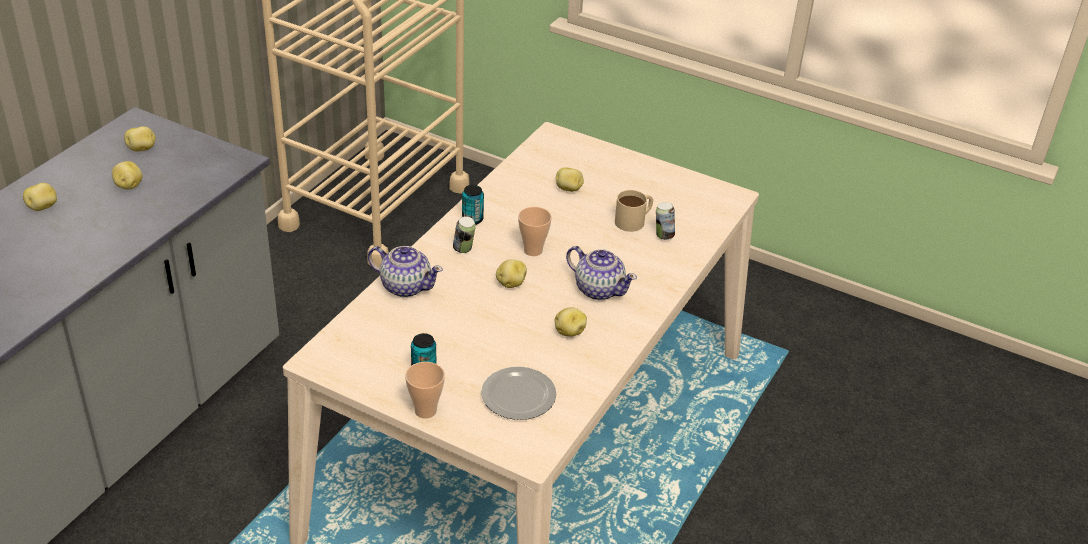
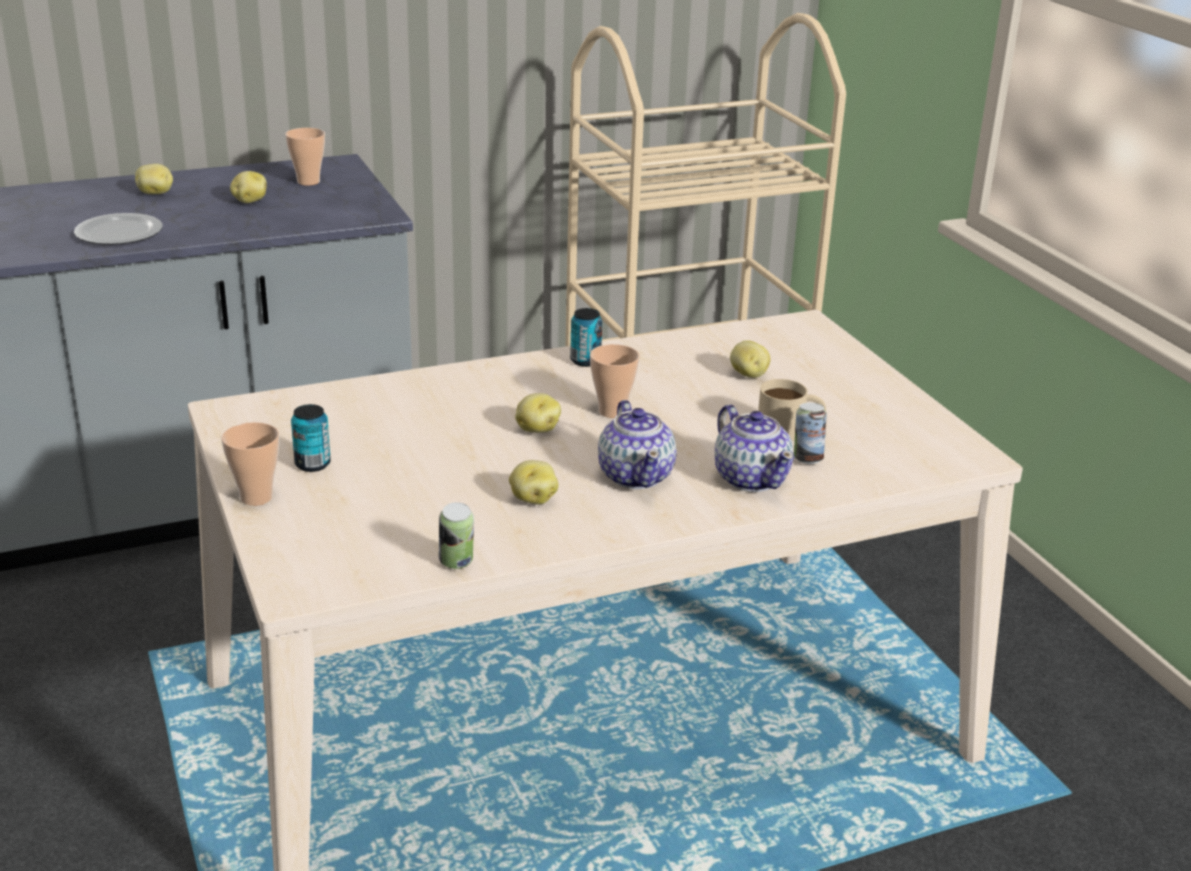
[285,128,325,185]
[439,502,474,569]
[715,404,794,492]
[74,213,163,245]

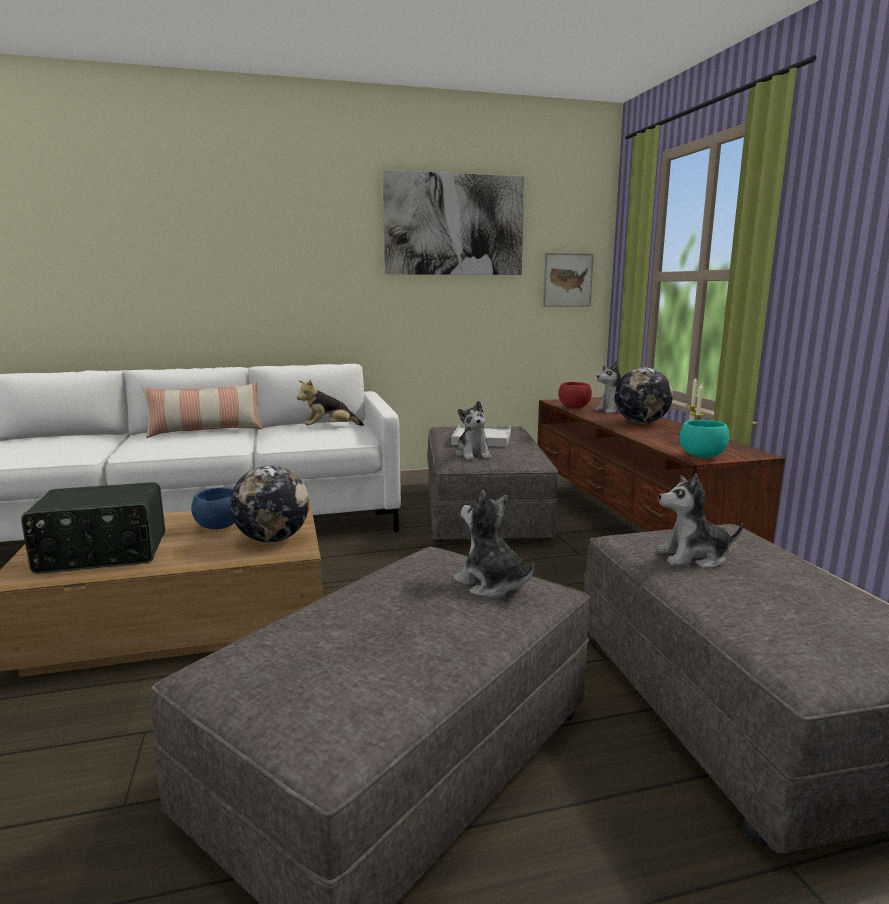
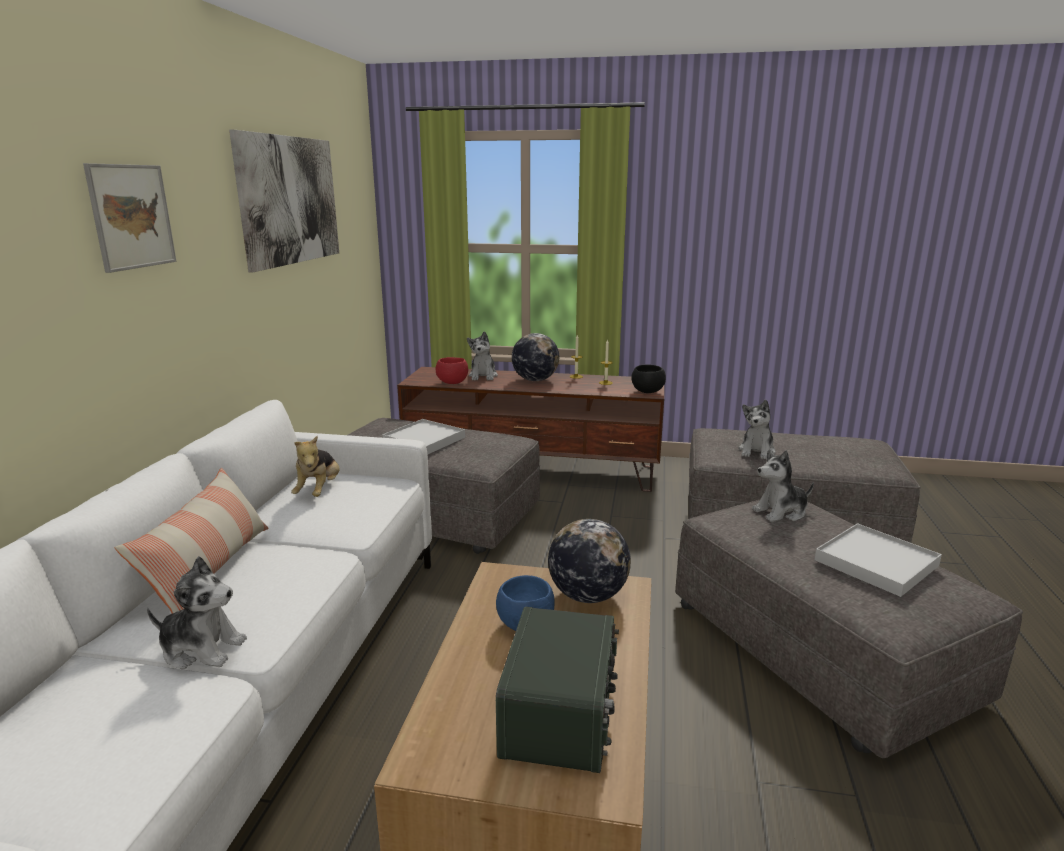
[83,163,176,273]
[147,556,247,670]
[631,364,666,393]
[815,523,942,597]

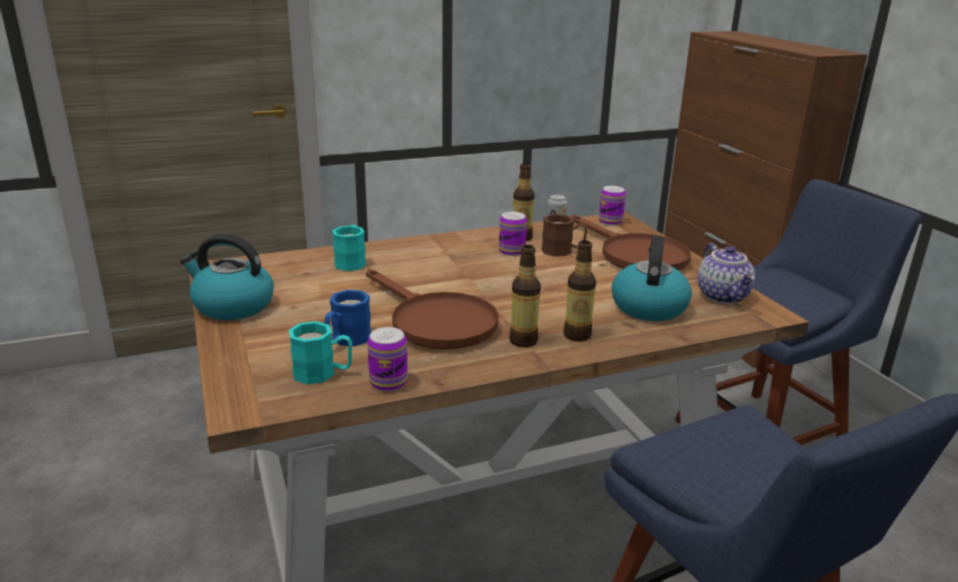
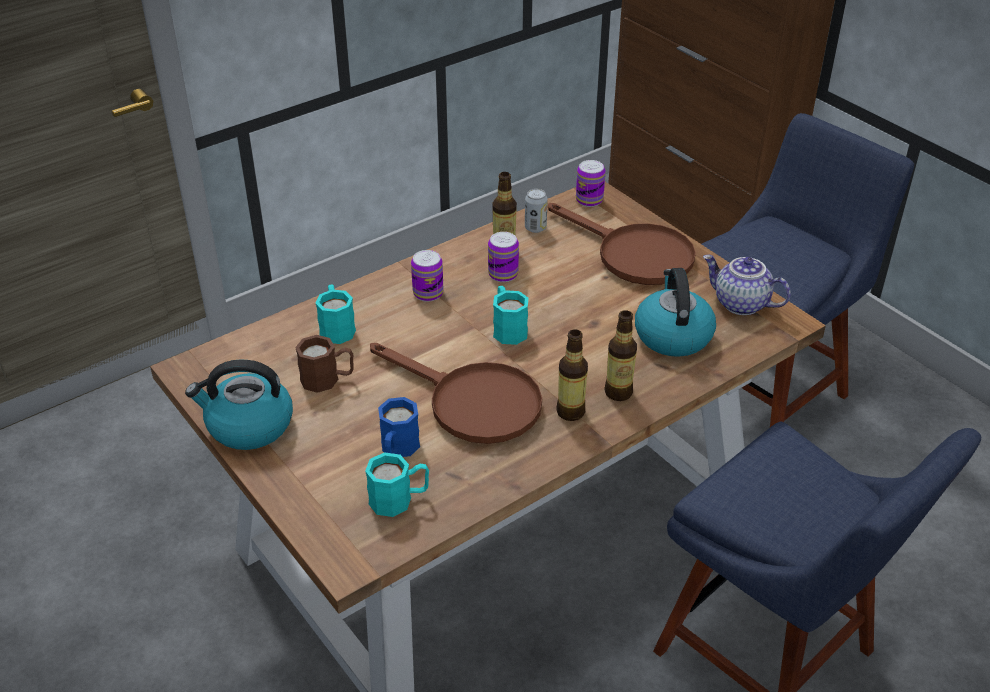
[295,335,354,393]
[703,255,791,315]
[411,250,443,302]
[493,286,529,345]

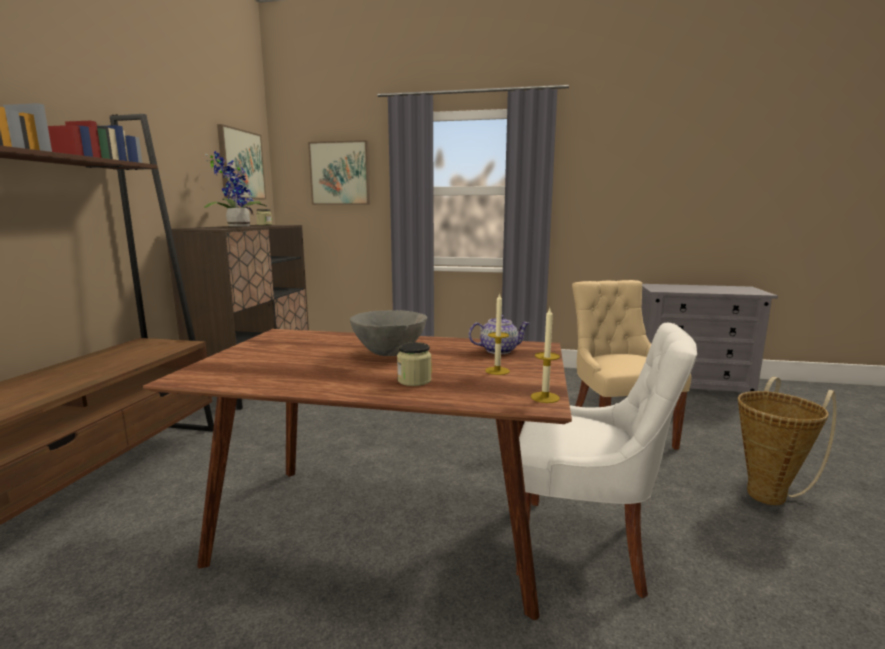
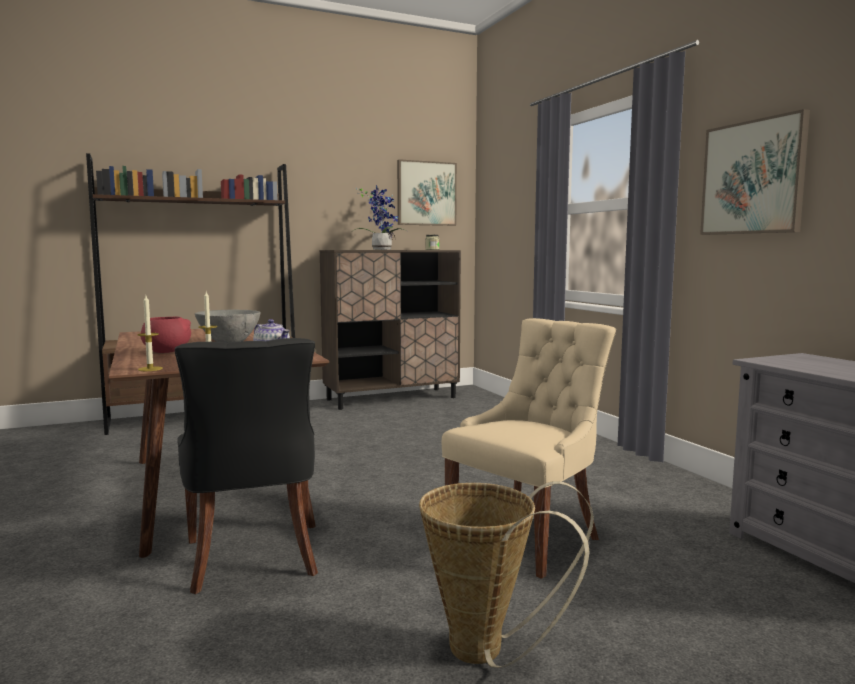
[700,109,810,235]
[175,338,318,594]
[141,317,191,353]

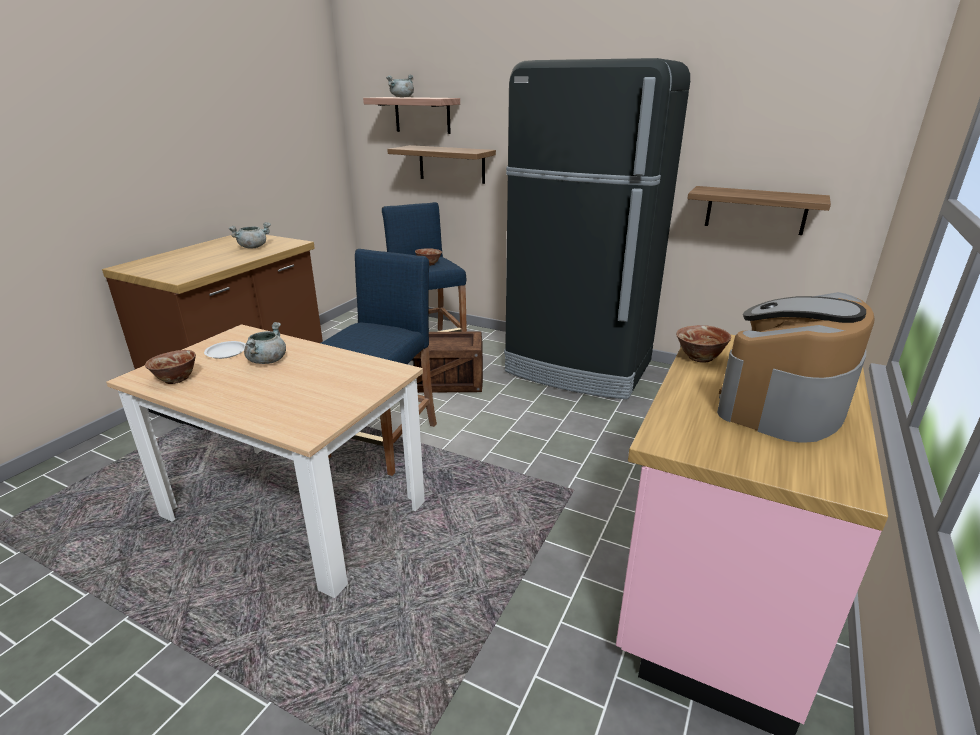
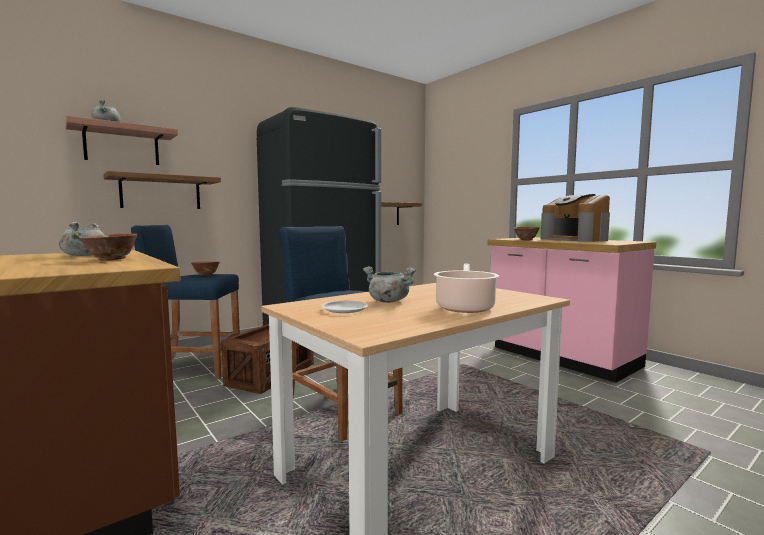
[79,233,137,261]
[434,264,499,313]

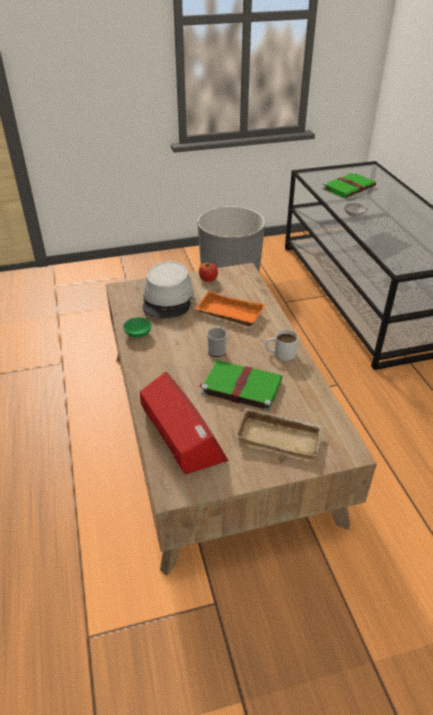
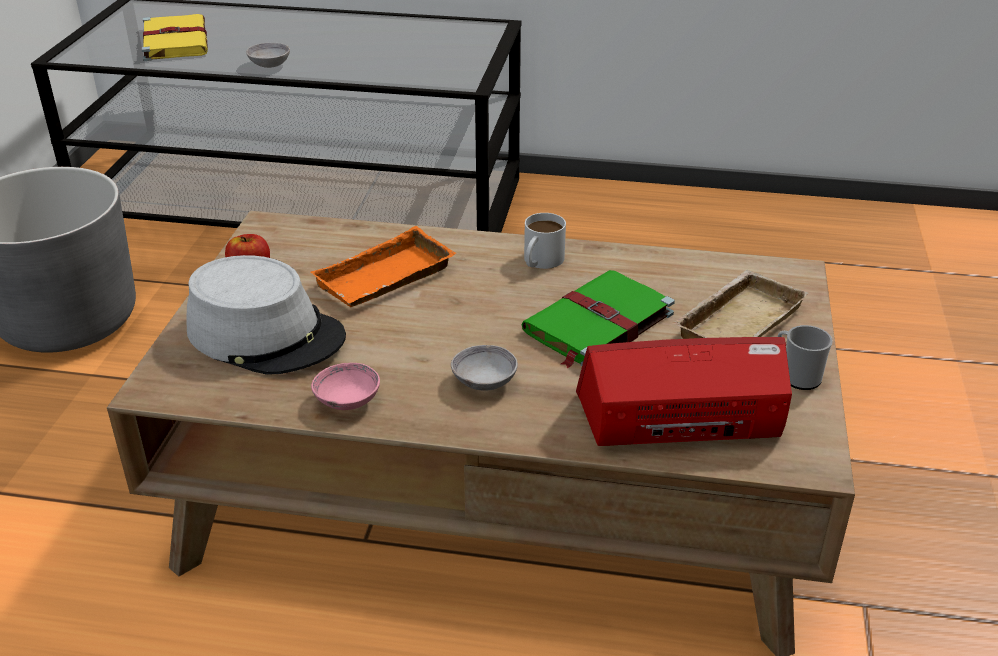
[141,14,208,61]
[311,363,380,410]
[778,325,832,390]
[451,345,518,391]

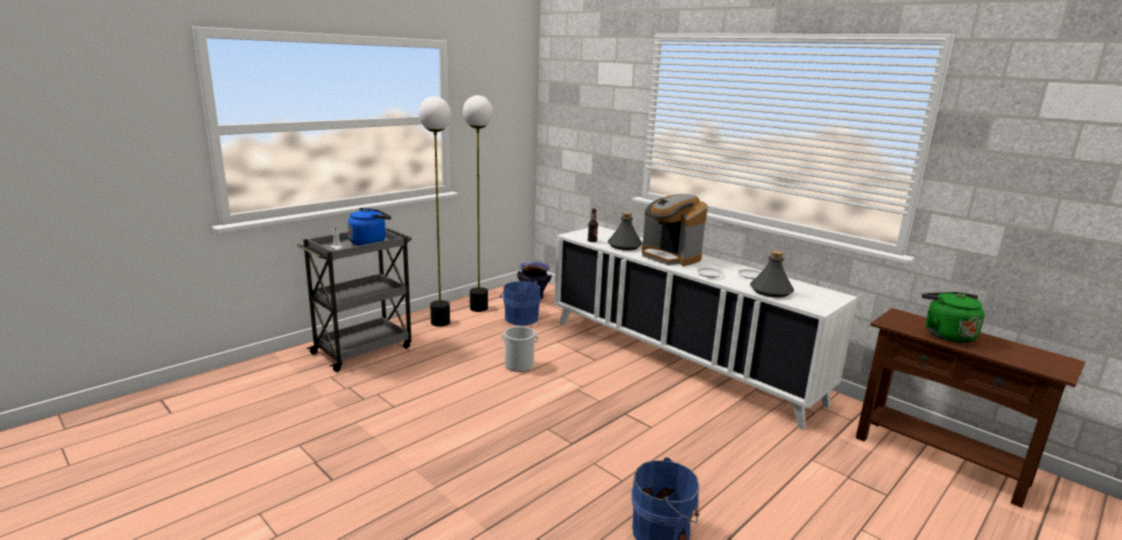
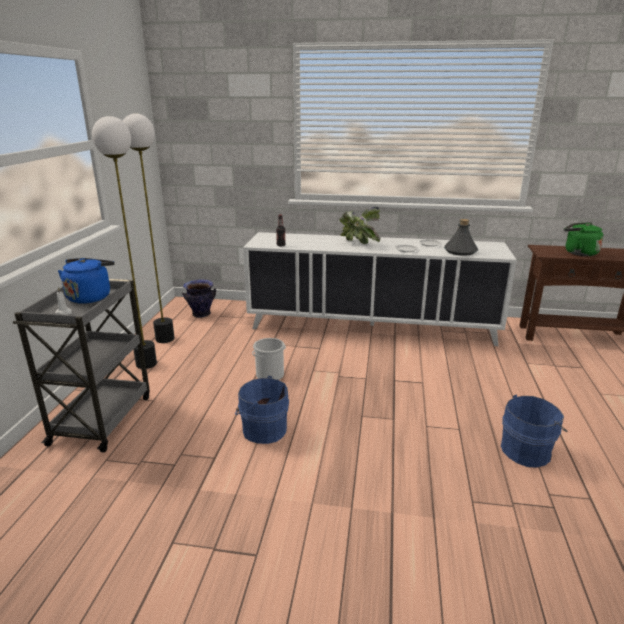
[339,207,380,244]
[608,212,642,250] (first image)
[235,376,289,444]

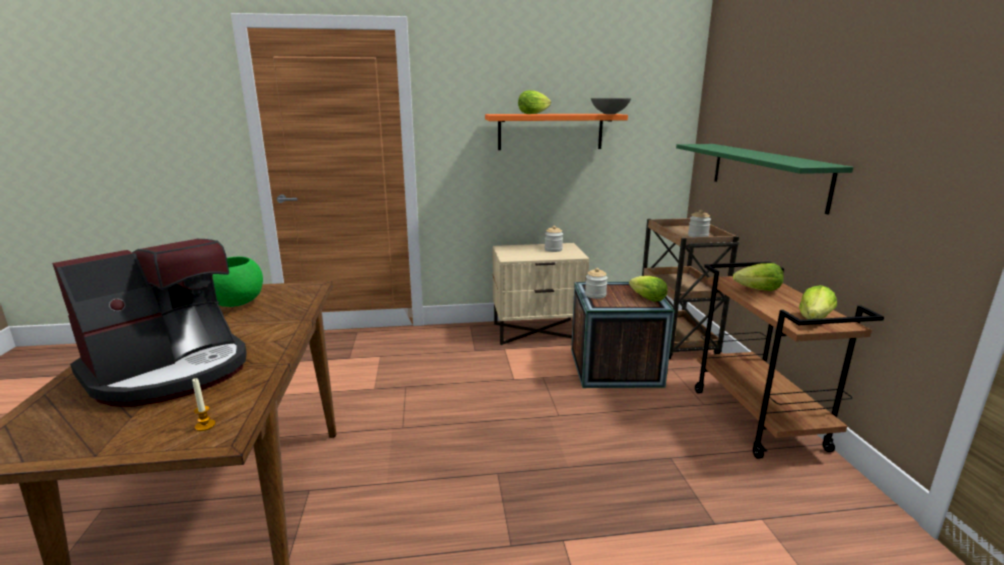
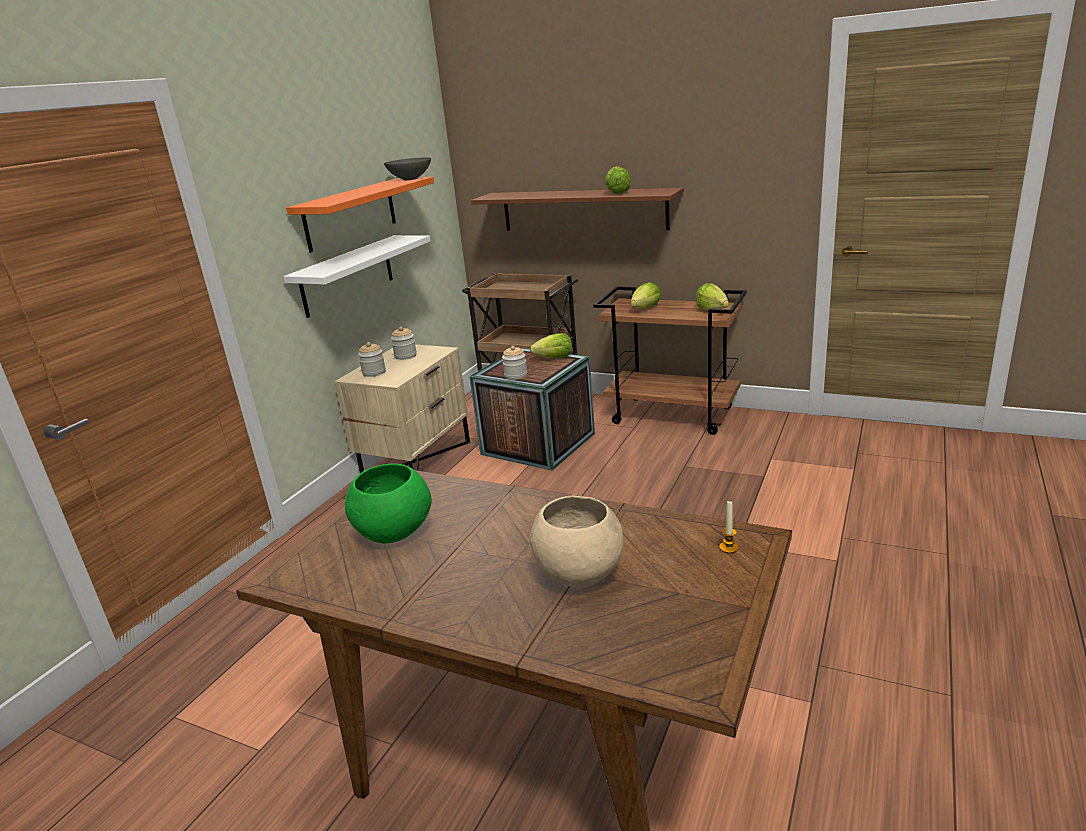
[605,166,631,194]
[471,188,684,231]
[358,342,386,377]
[530,495,624,587]
[283,235,431,318]

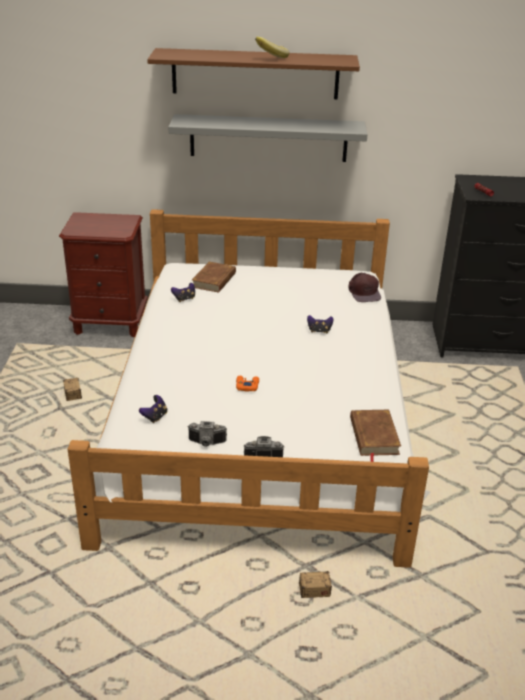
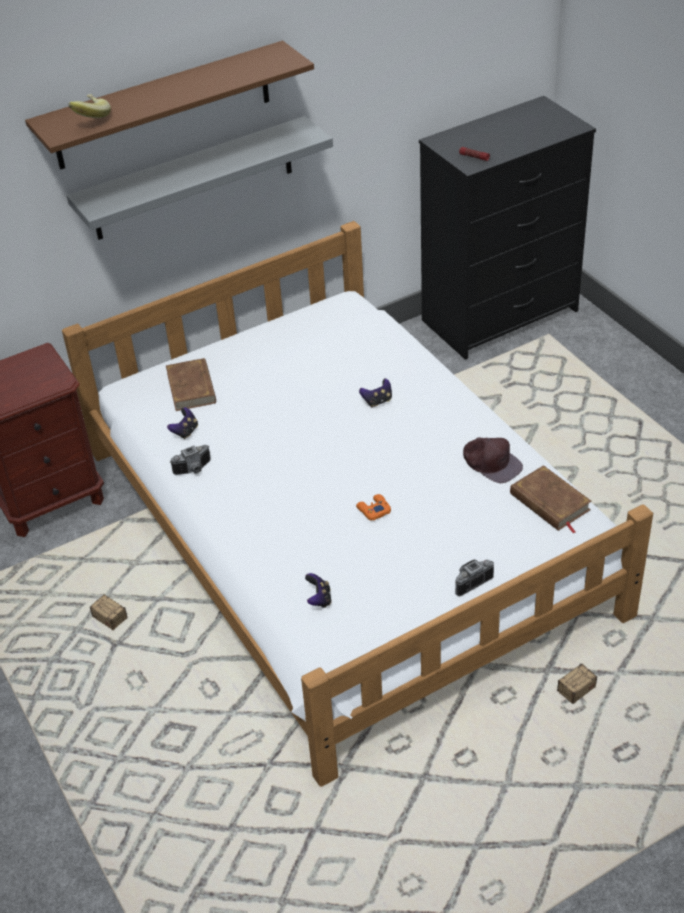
[68,94,111,118]
[463,437,523,483]
[170,445,210,475]

